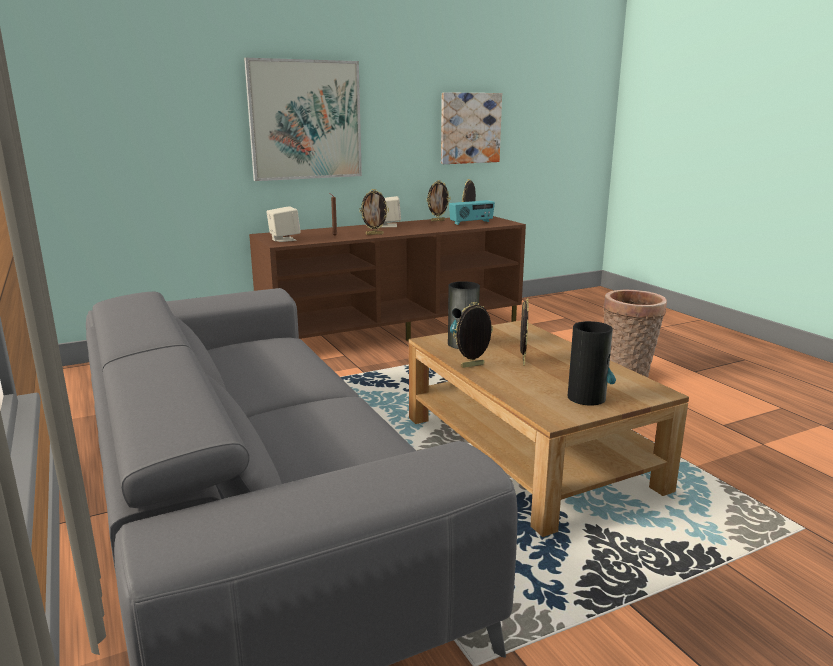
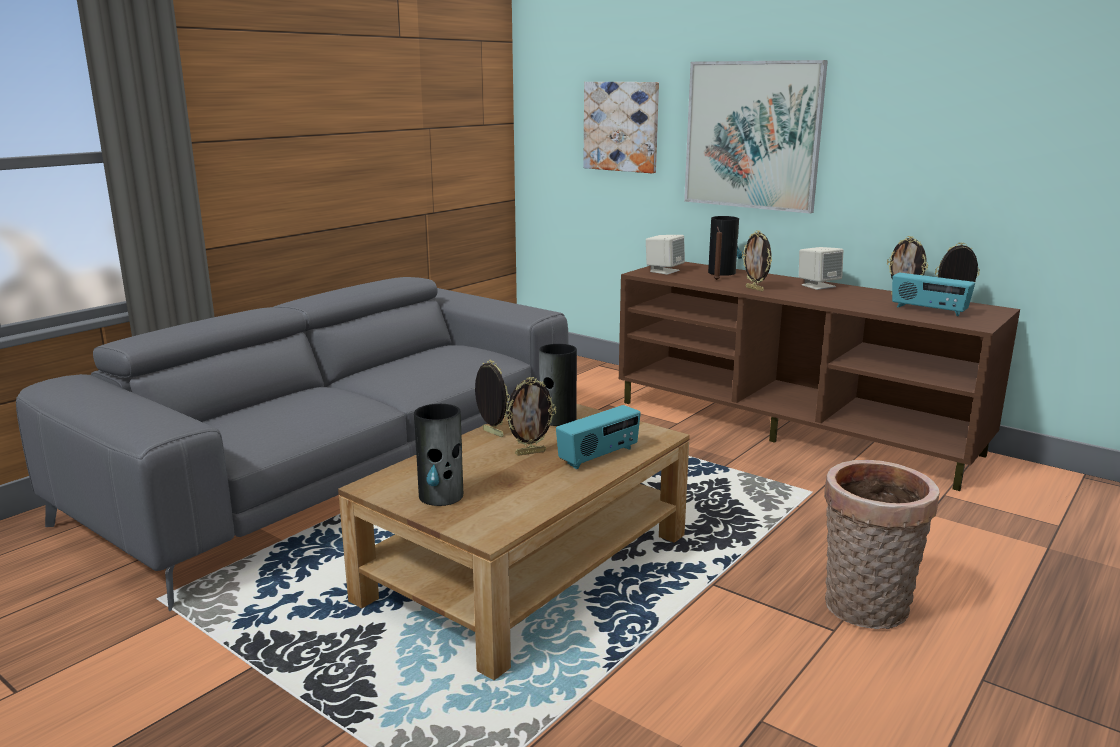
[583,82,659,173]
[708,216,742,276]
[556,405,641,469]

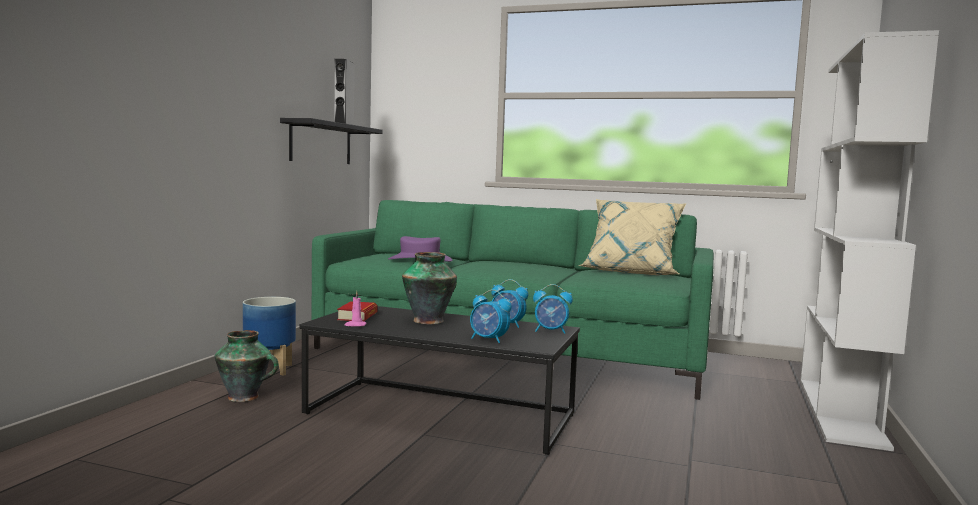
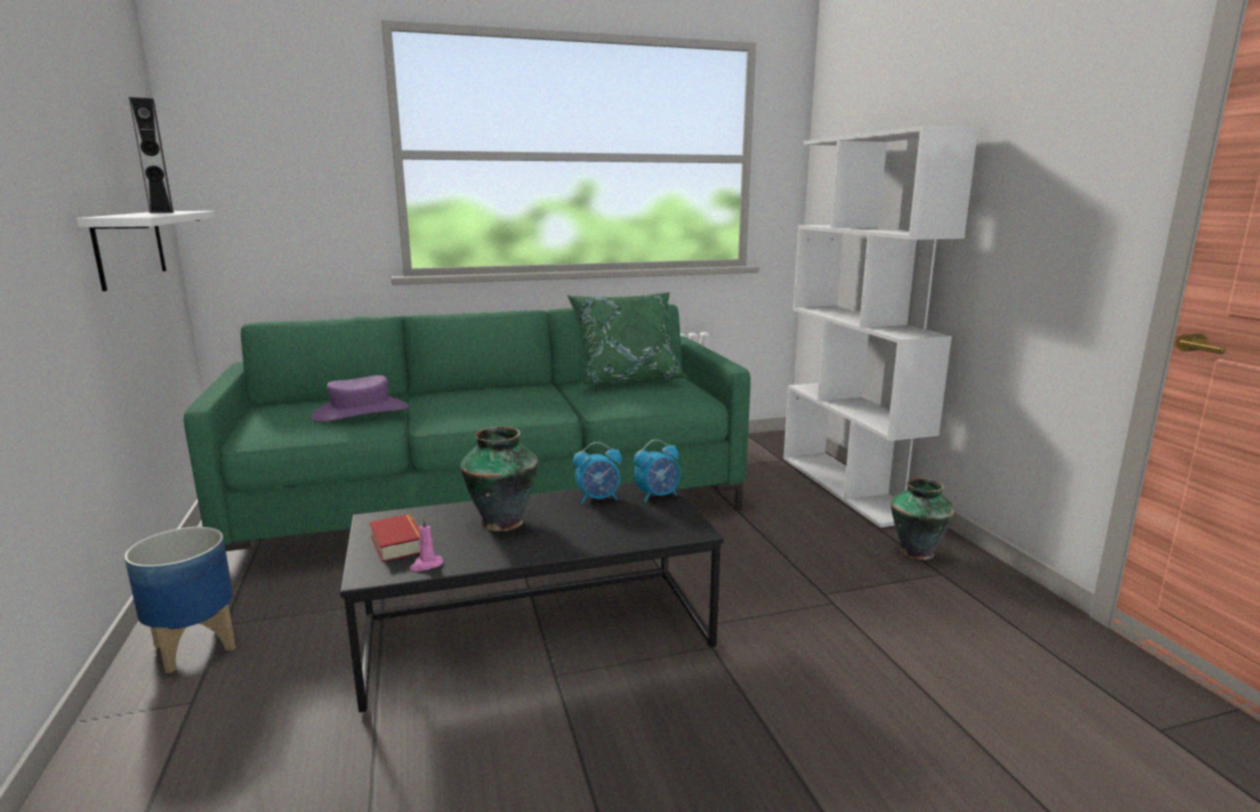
[76,211,216,291]
[567,292,689,385]
[470,289,512,343] (first image)
[891,478,955,560]

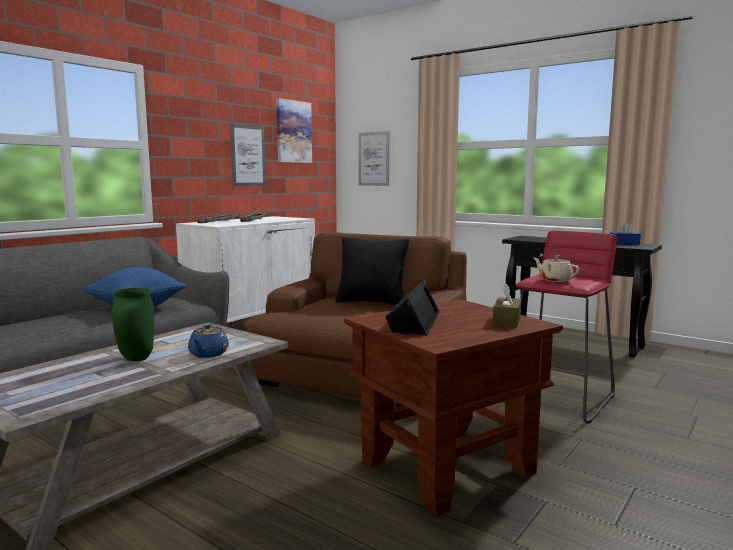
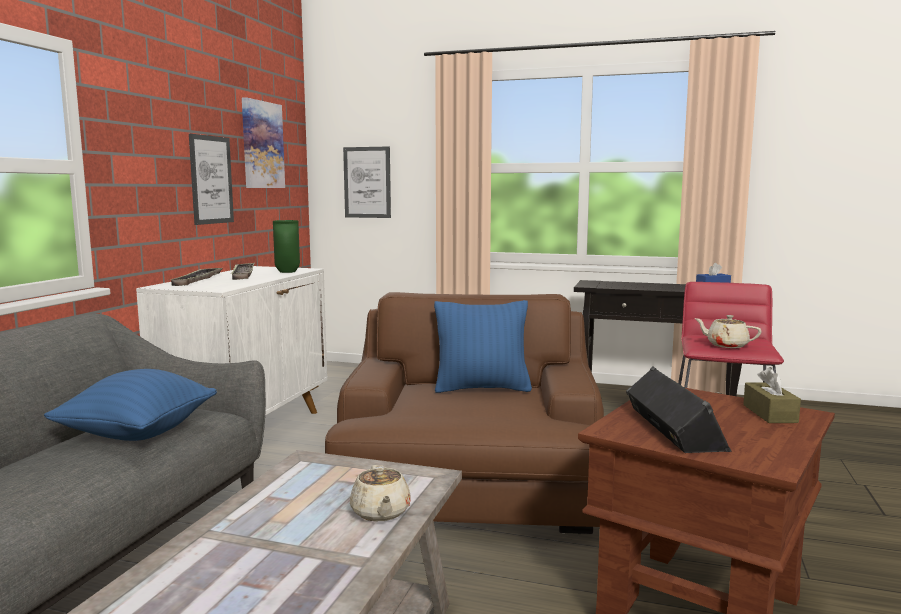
[434,300,532,393]
[273,220,300,273]
[350,465,410,521]

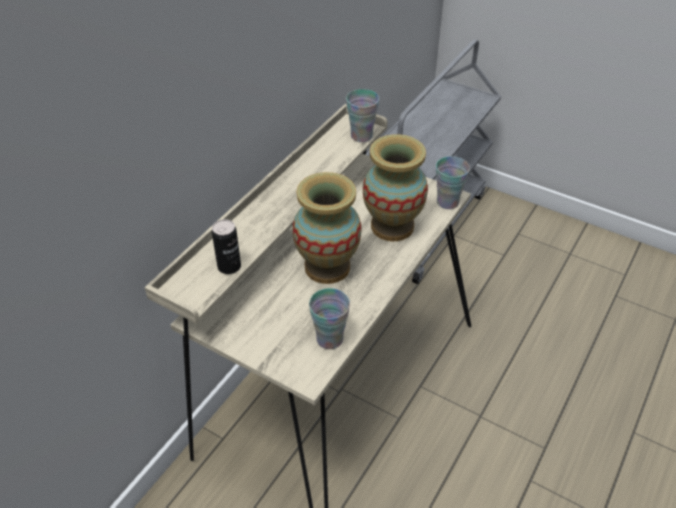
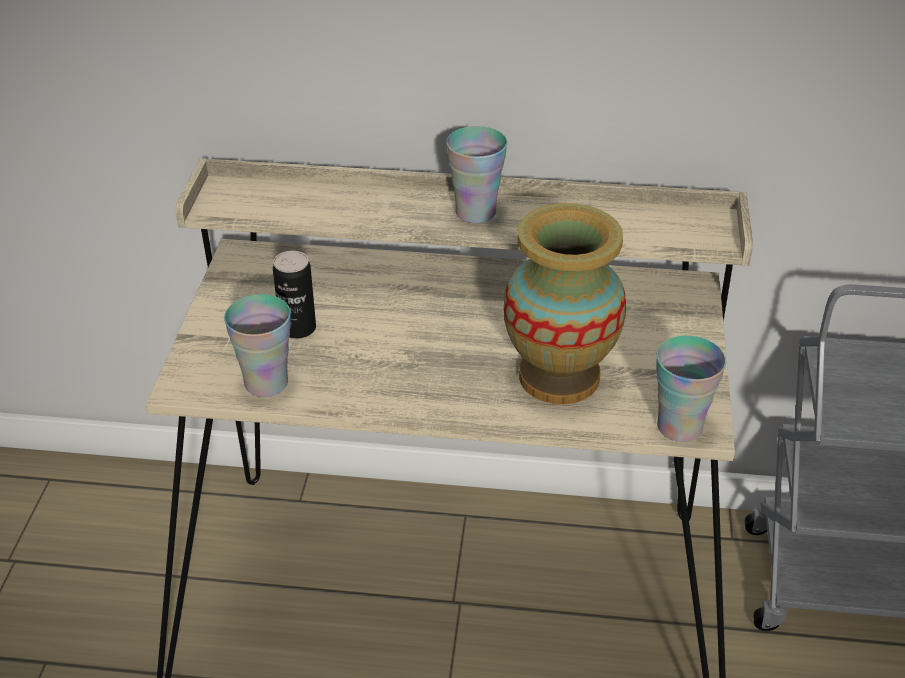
[446,126,507,223]
[292,172,362,284] (first image)
[273,251,316,339]

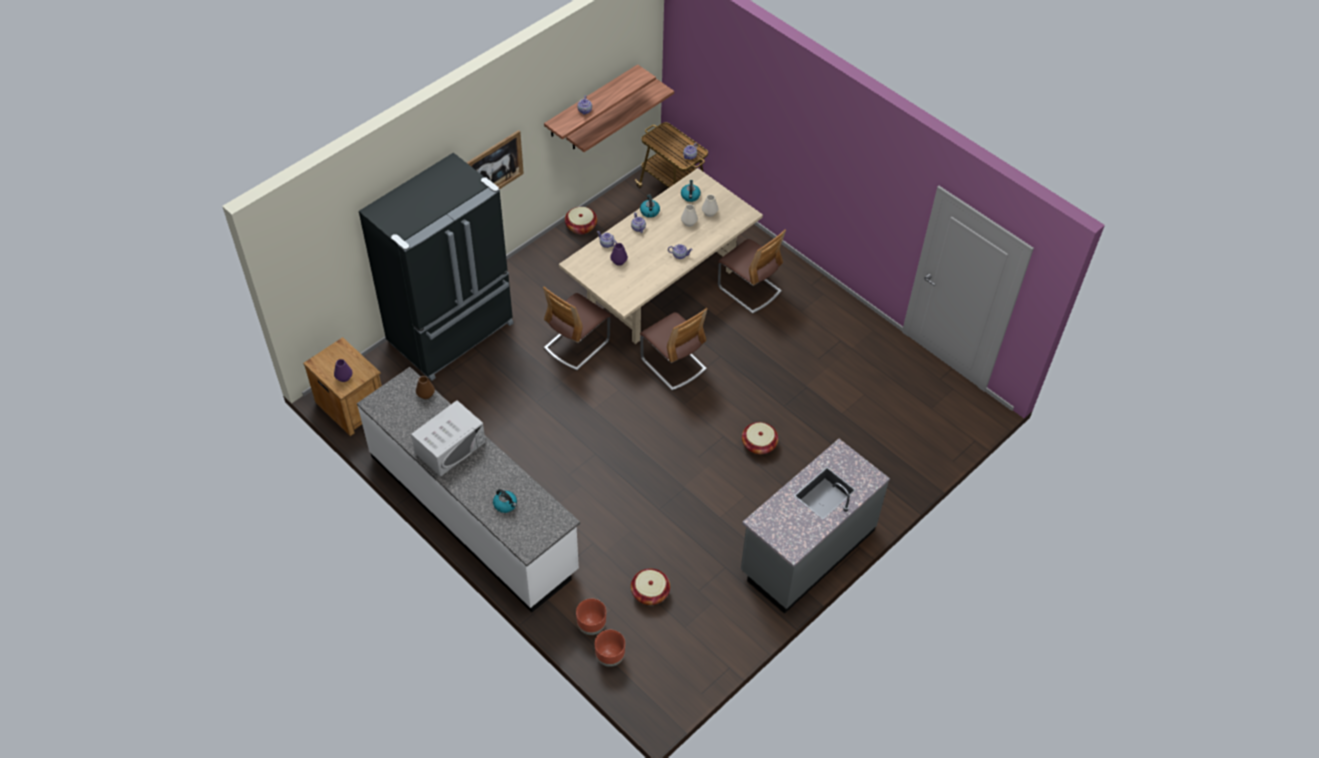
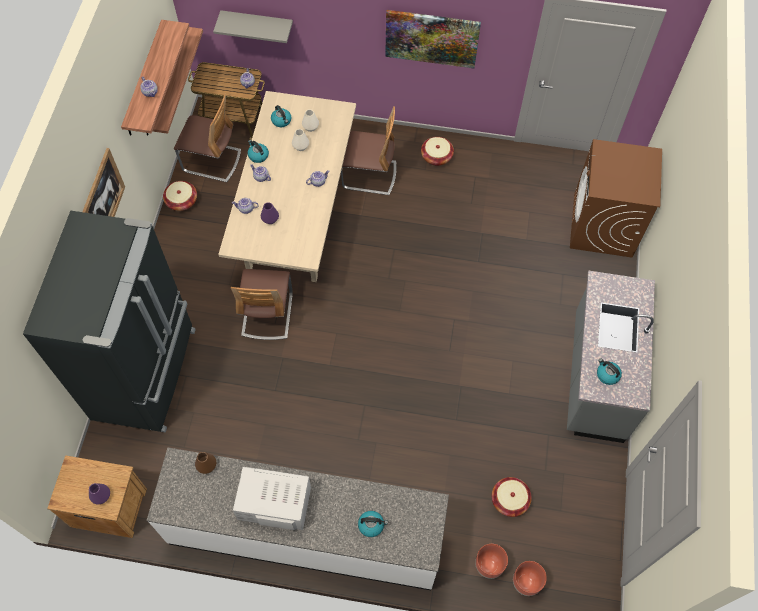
[174,94,241,182]
[233,467,311,530]
[421,137,454,166]
[213,10,293,43]
[385,10,481,68]
[570,139,662,258]
[597,359,622,385]

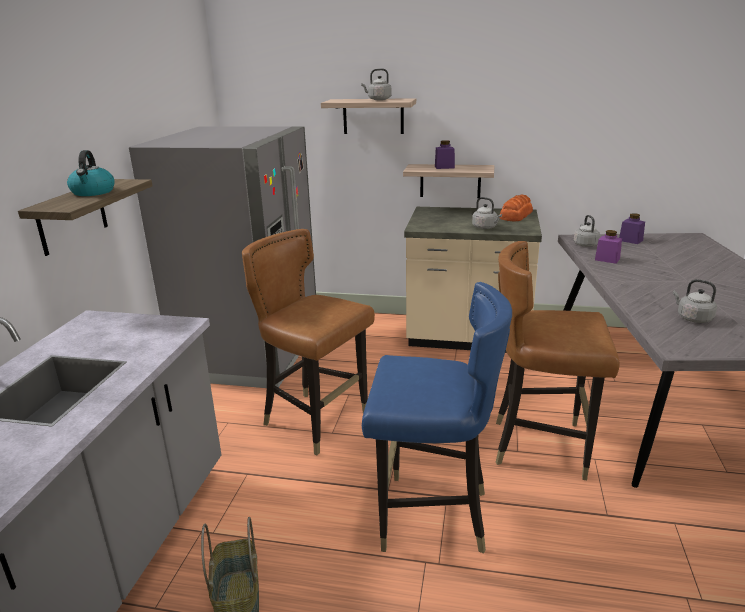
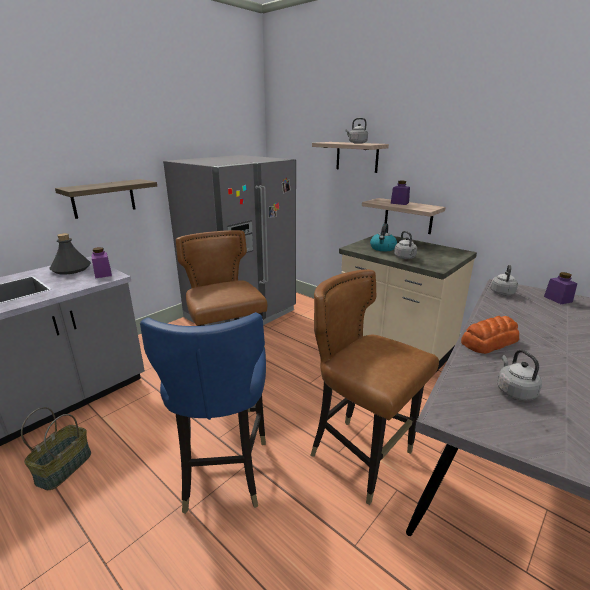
[370,223,397,251]
[461,316,519,354]
[92,247,112,278]
[140,312,266,514]
[50,233,91,275]

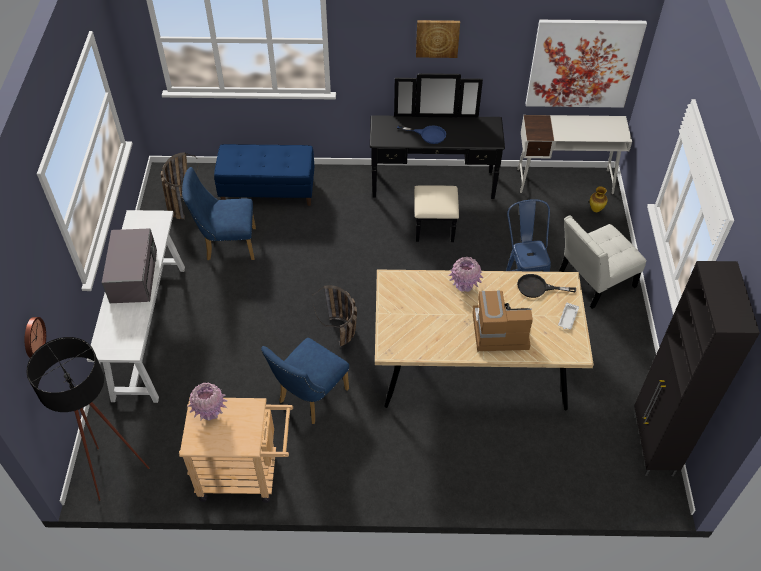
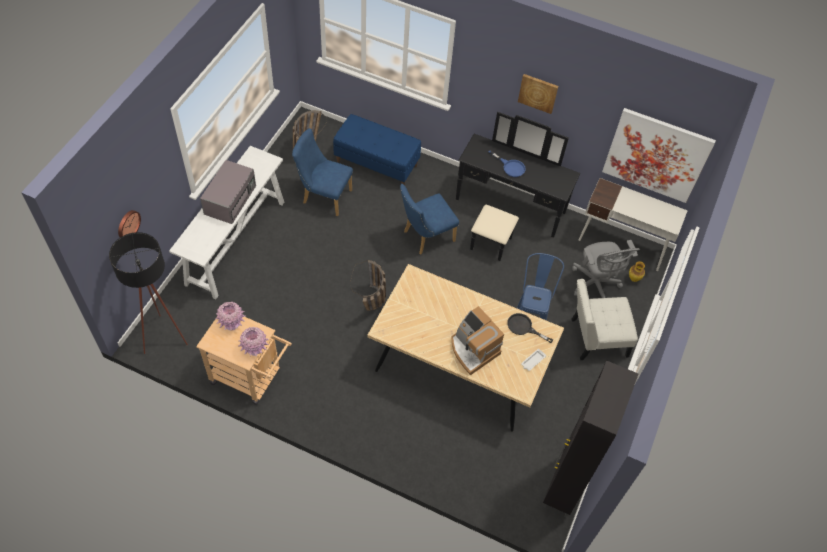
[238,327,269,356]
[451,306,504,375]
[400,184,459,254]
[572,240,640,298]

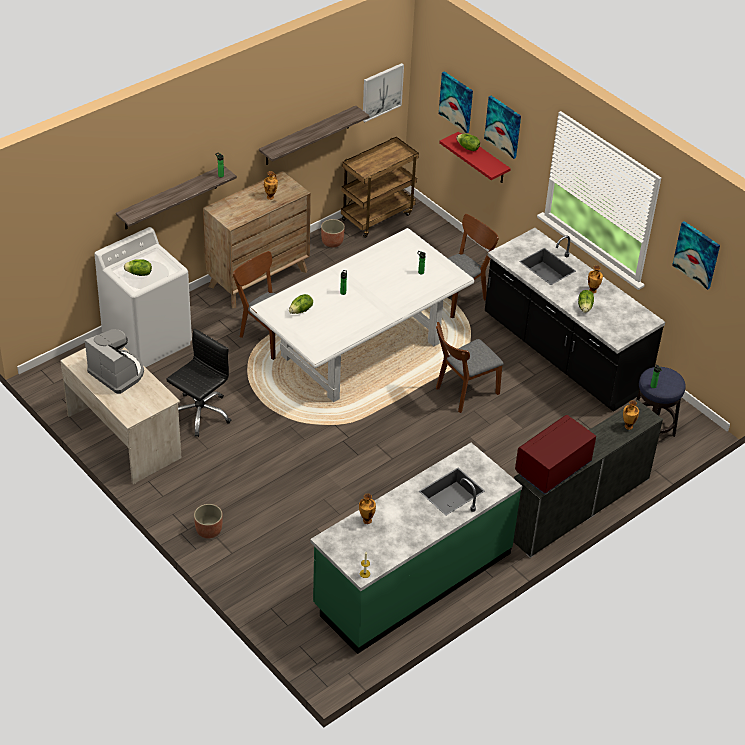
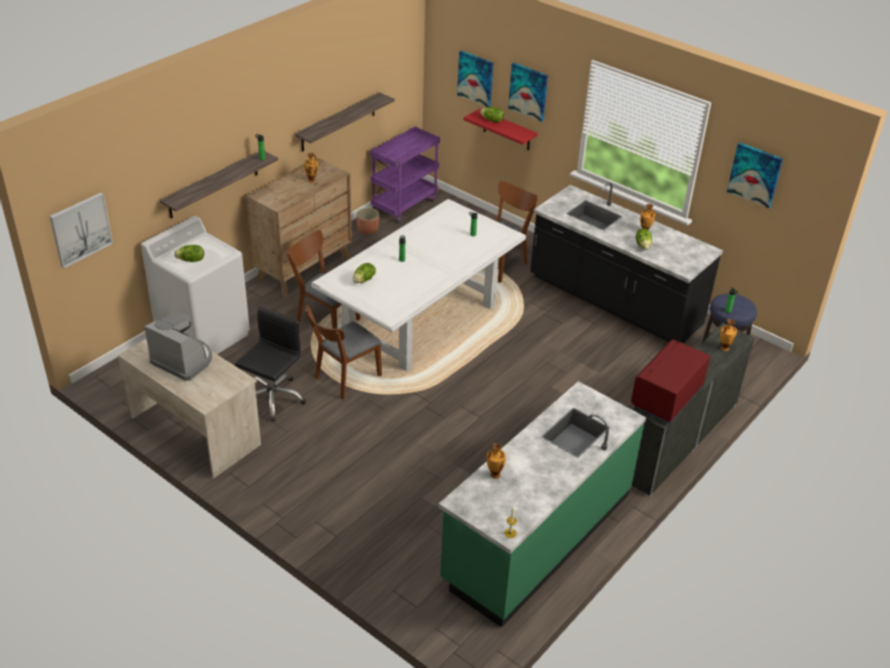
[50,193,113,268]
[370,127,440,224]
[305,305,382,399]
[194,504,223,538] (first image)

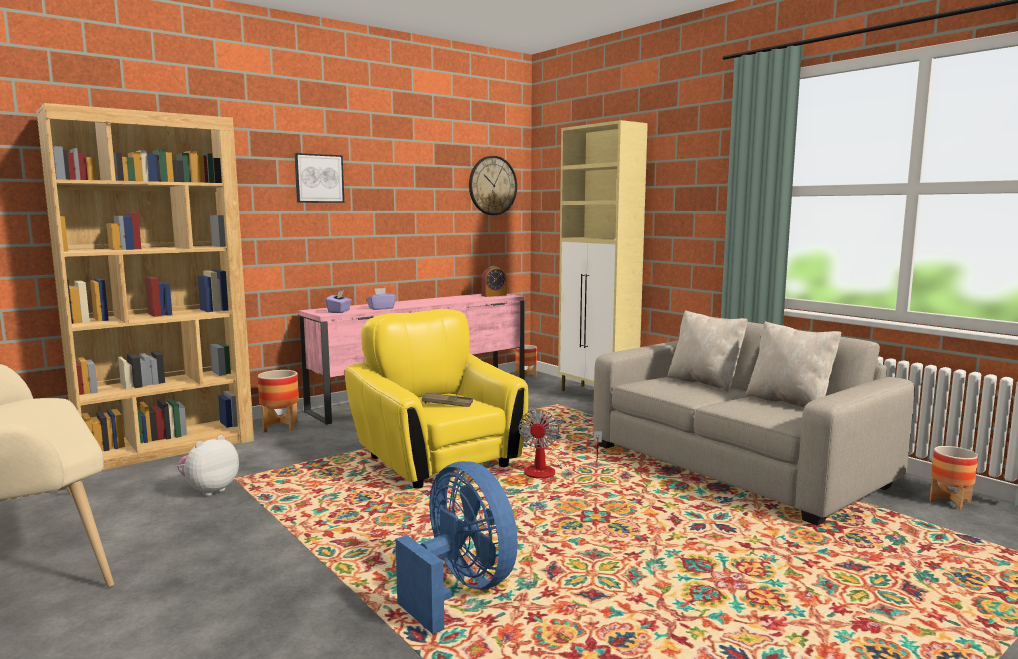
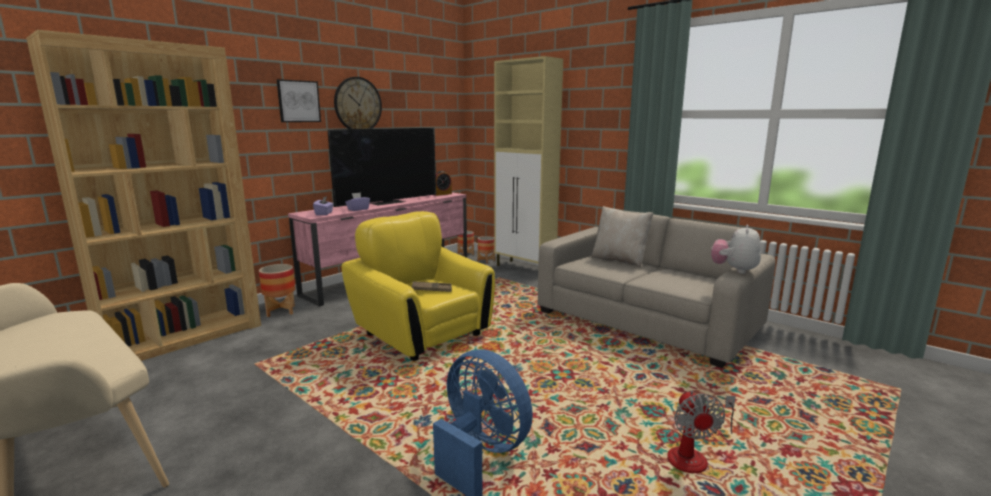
[334,77,382,129]
[746,321,842,408] (first image)
[667,390,736,473]
[711,224,761,274]
[477,236,495,264]
[328,128,436,207]

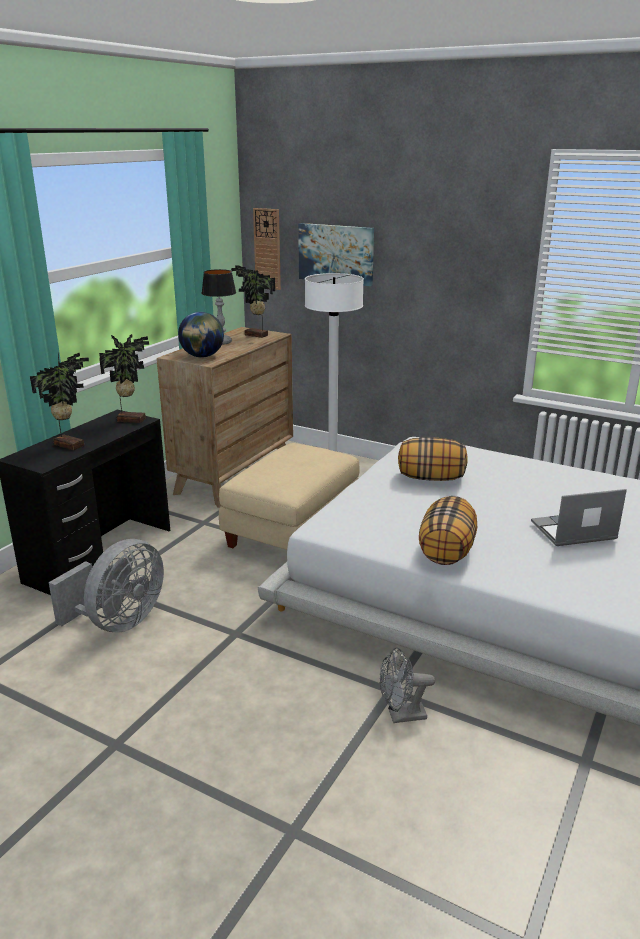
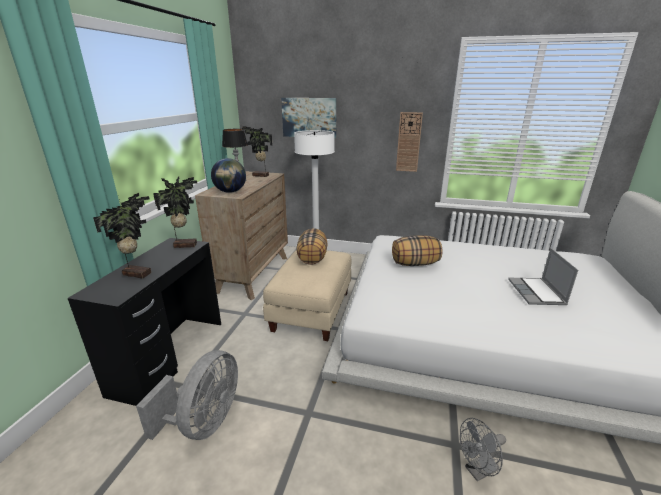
[396,112,423,172]
[508,248,578,305]
[297,228,328,265]

